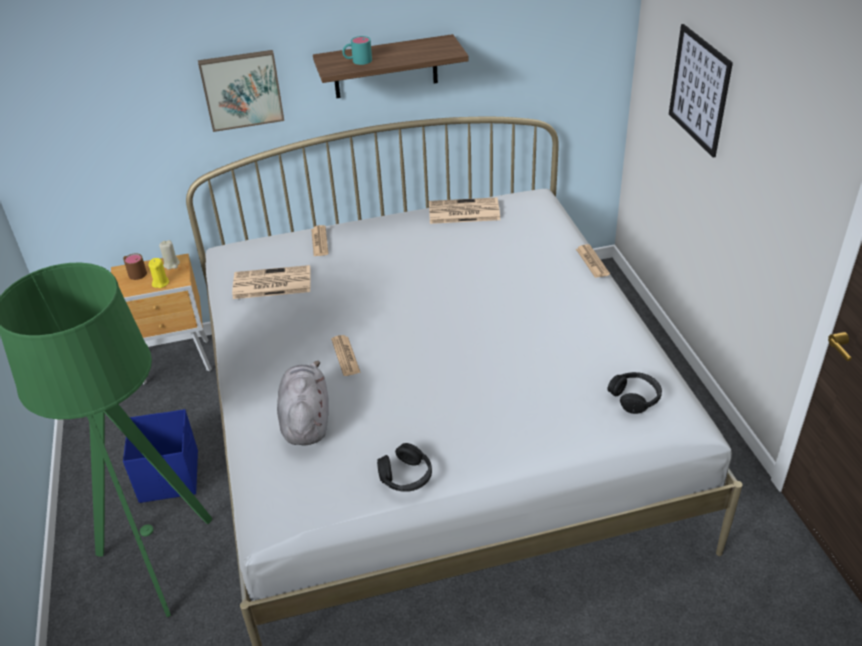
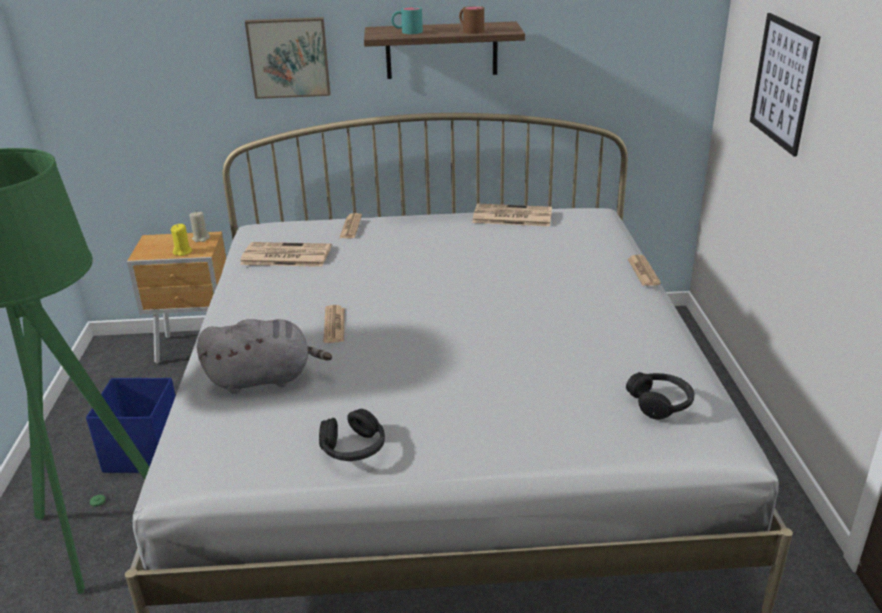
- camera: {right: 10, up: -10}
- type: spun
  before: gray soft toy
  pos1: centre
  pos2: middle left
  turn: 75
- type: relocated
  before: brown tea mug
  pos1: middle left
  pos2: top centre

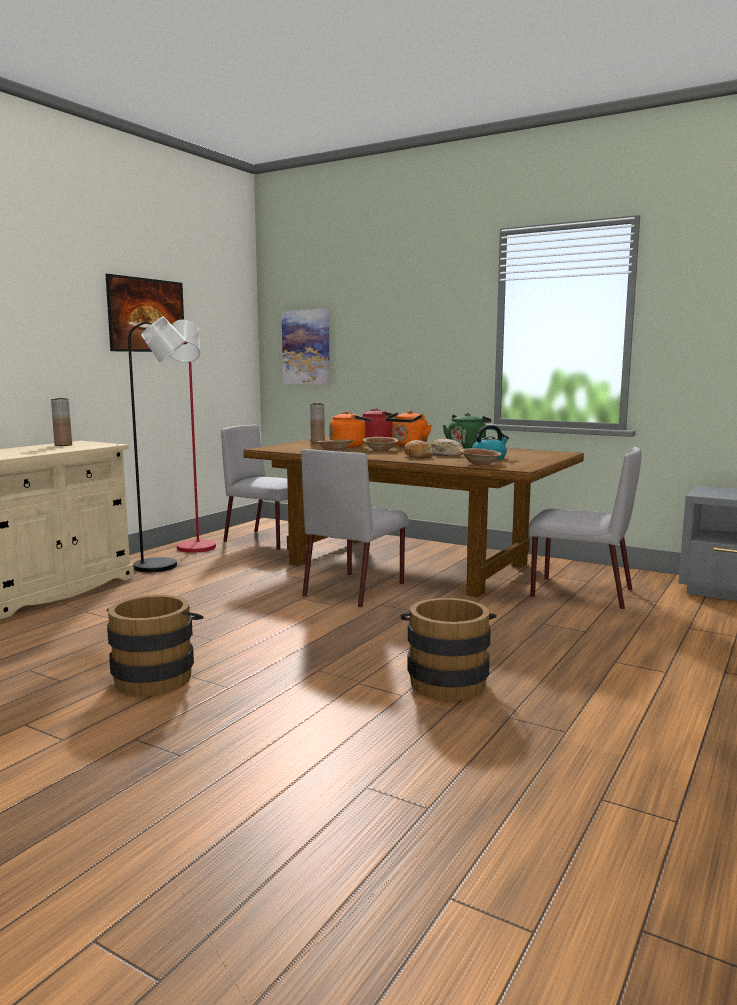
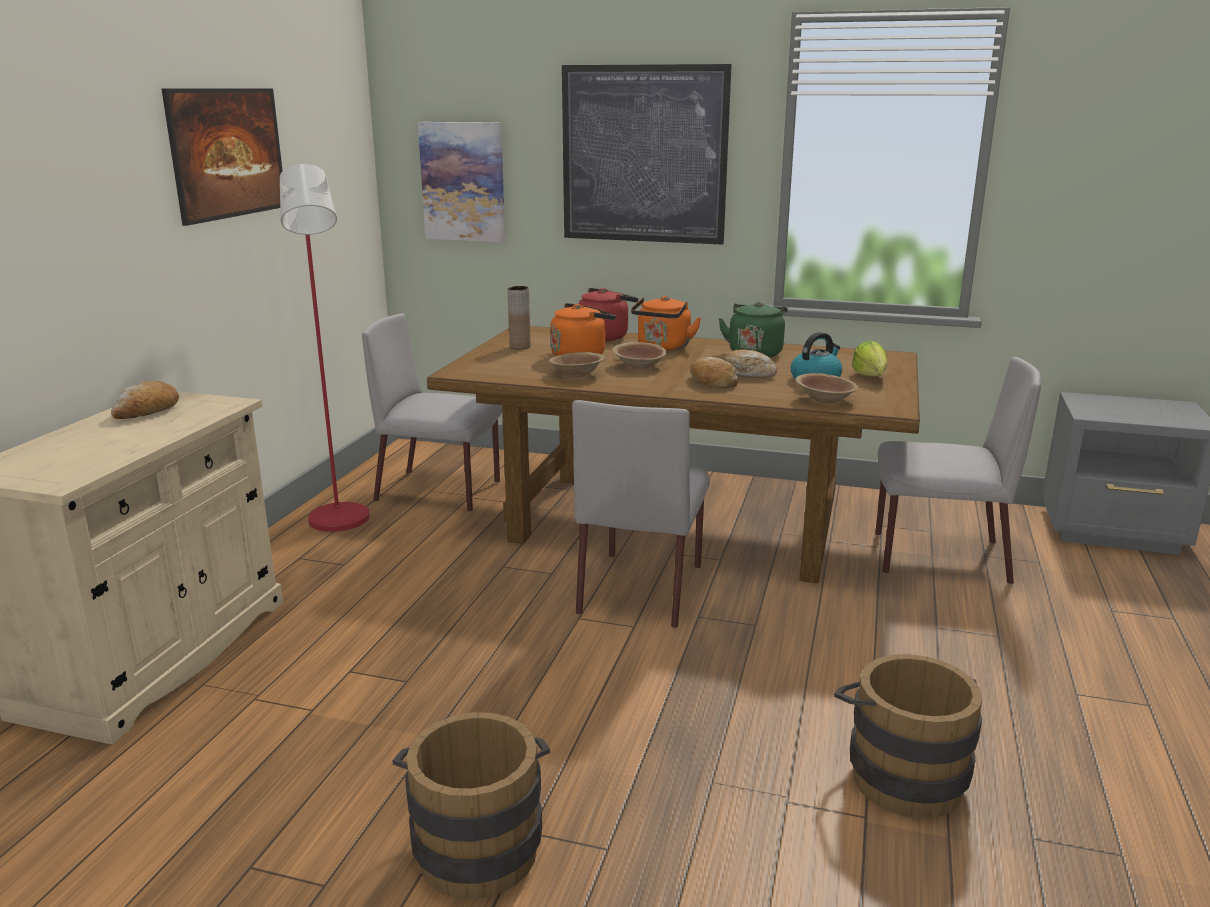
- camera: {right: -15, up: 10}
- type: exchanged
  before: brown vase (no. 1 from left)
  after: baked bread (no. 1 from left)
  pos1: middle left
  pos2: middle left
- type: appeared
  after: picture (no. 3 from left)
  pos2: top centre
- type: appeared
  after: head of lettuce
  pos2: middle right
- type: missing
  before: black standard lamp
  pos1: middle left

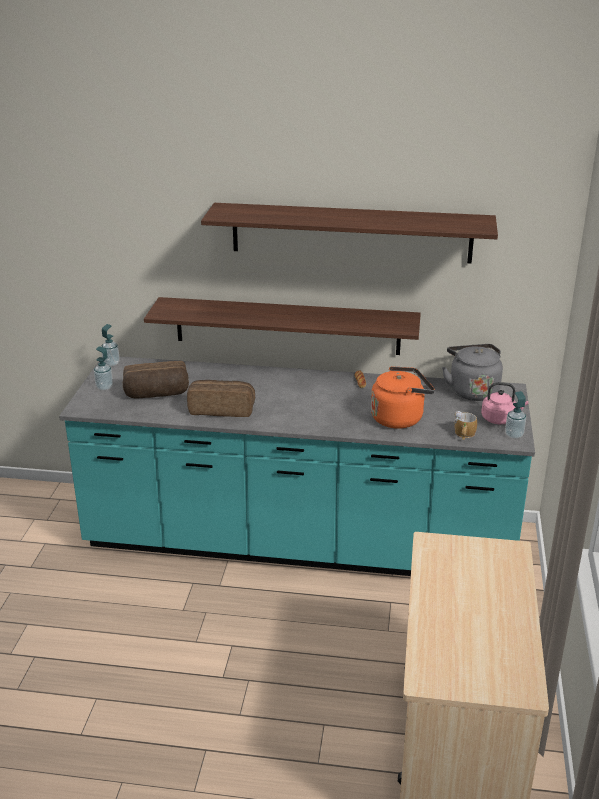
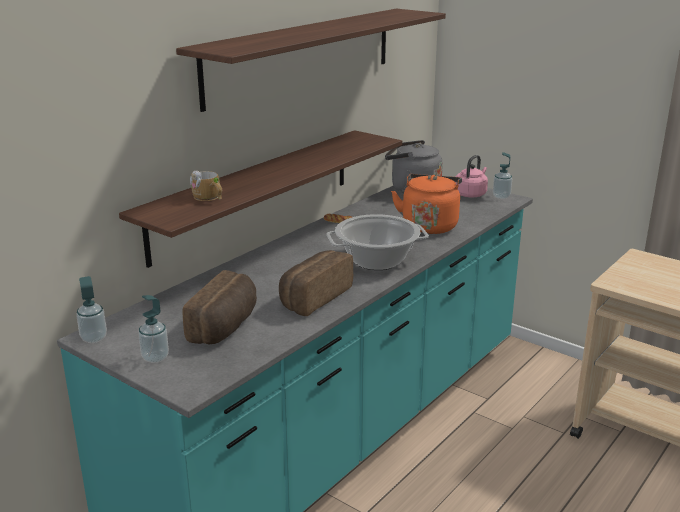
- camera: {right: -60, up: -5}
- type: relocated
  before: tea mug
  pos1: middle right
  pos2: middle left
- type: appeared
  after: saucepot
  pos2: centre

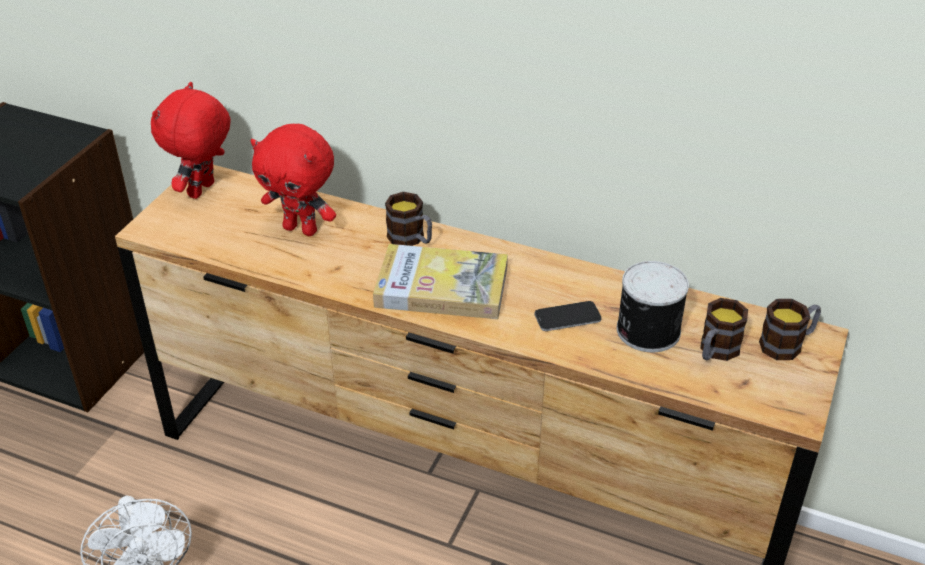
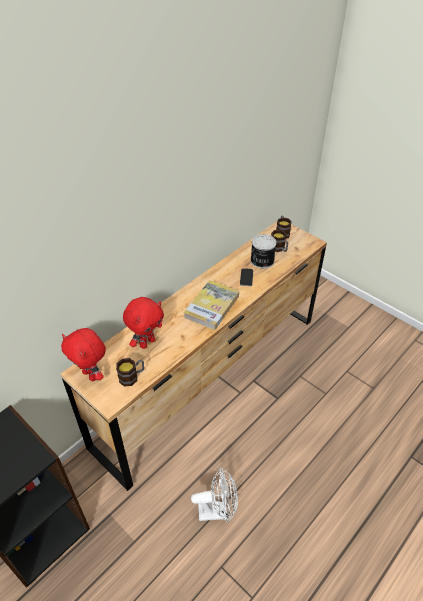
- camera: {right: -70, up: 5}
- type: relocated
  before: tea mug (no. 1 from left)
  pos1: centre
  pos2: middle left

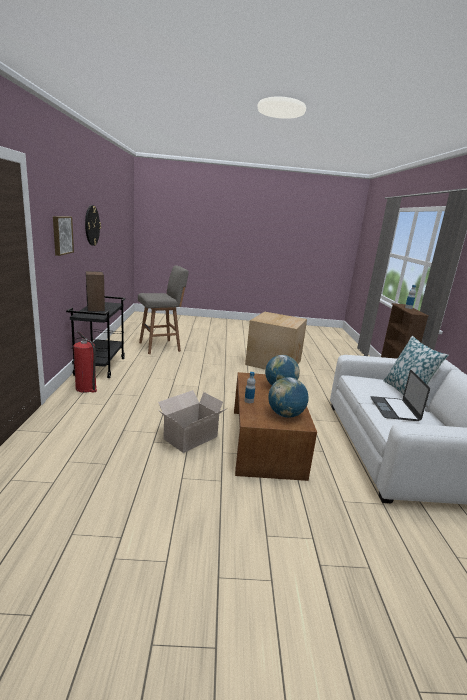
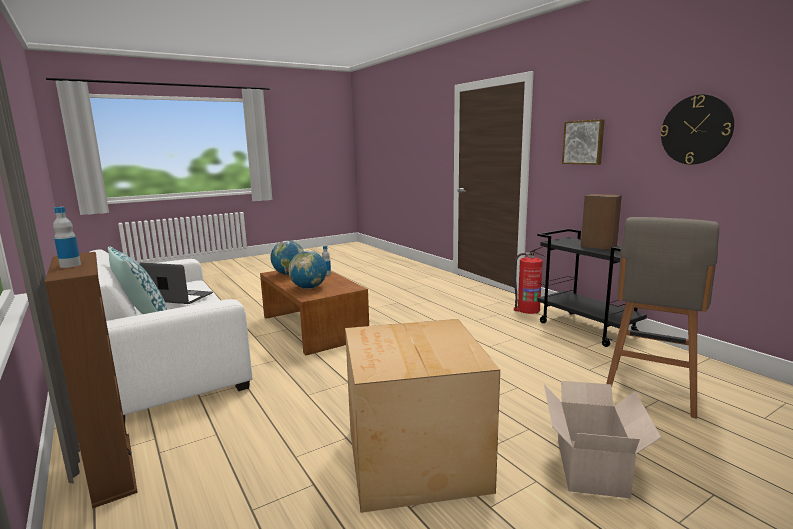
- camera: {right: 150, up: -5}
- type: spun
  before: laptop
  pos1: middle right
  pos2: middle left
  turn: -45
- type: relocated
  before: cardboard box (no. 1 from left in the first image)
  after: cardboard box (no. 2 from left)
  pos1: centre
  pos2: bottom right

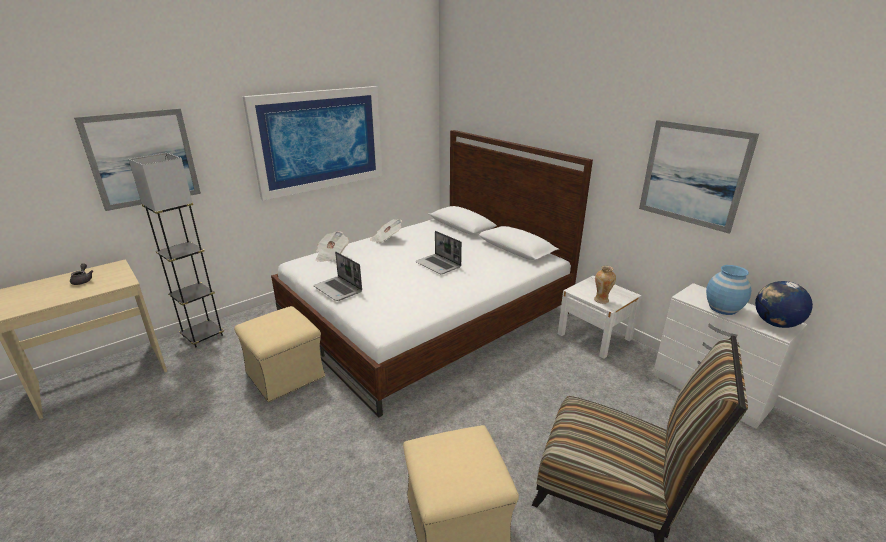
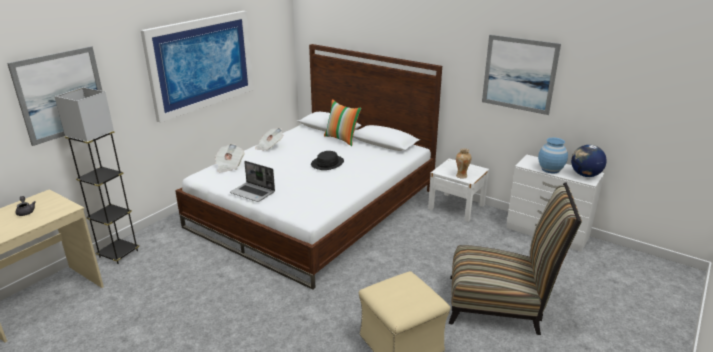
- camera: {right: -15, up: 0}
- type: exchanged
  before: laptop (no. 2 from left)
  after: black hat
  pos1: centre
  pos2: centre
- type: appeared
  after: cushion
  pos2: centre
- type: missing
  before: beige-coloured footrest (no. 1 from left)
  pos1: middle left

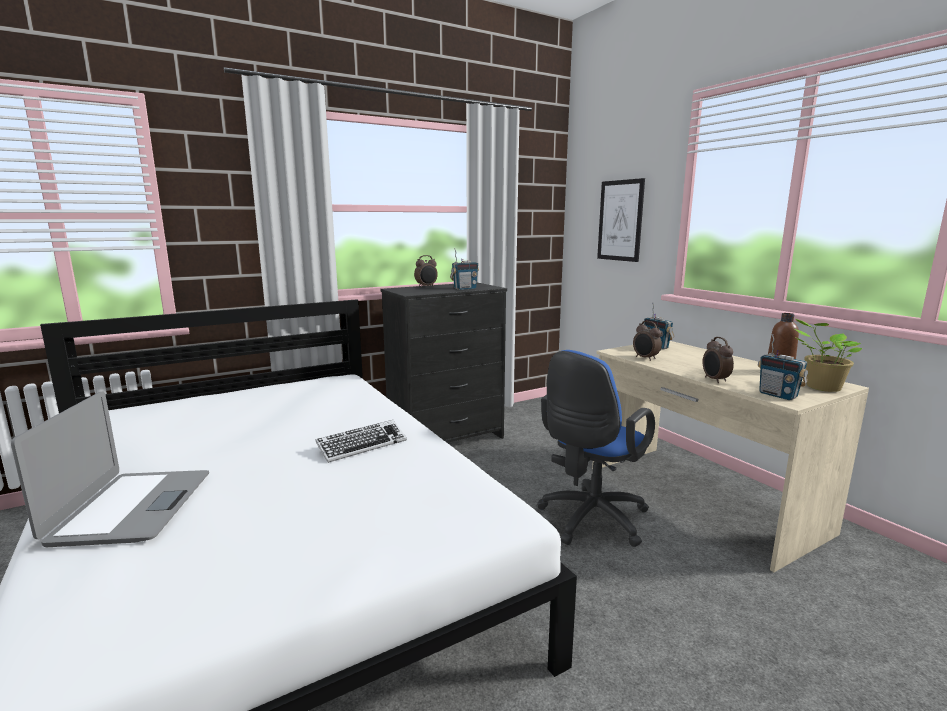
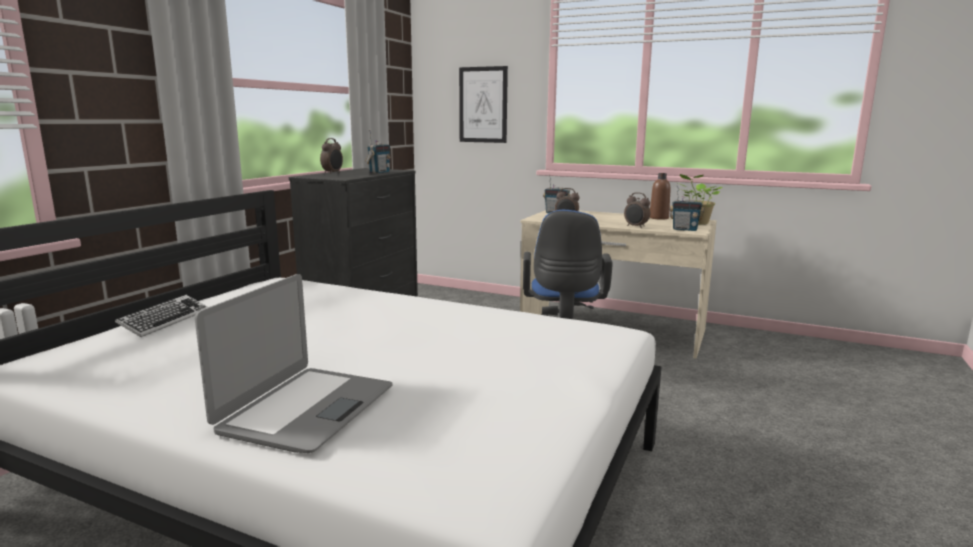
- camera: {right: -35, up: 0}
- type: relocated
  before: keyboard
  pos1: centre
  pos2: middle left
- type: spun
  before: laptop
  pos1: middle left
  pos2: middle left
  turn: 60

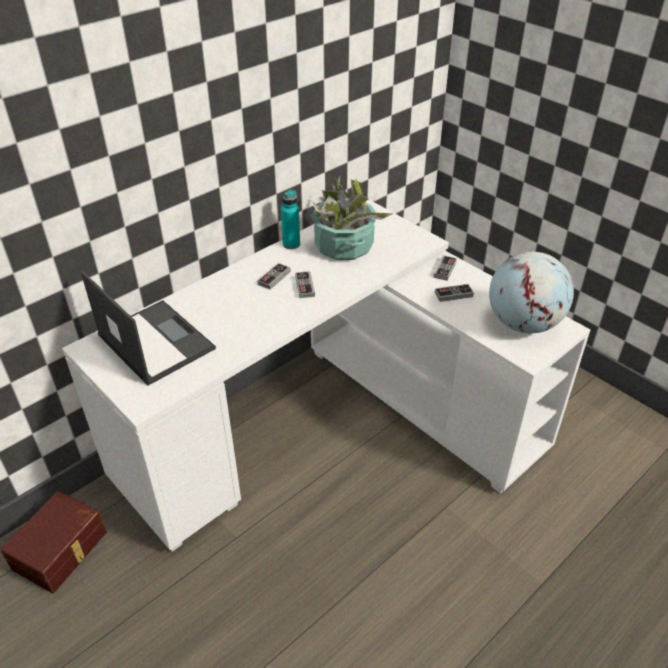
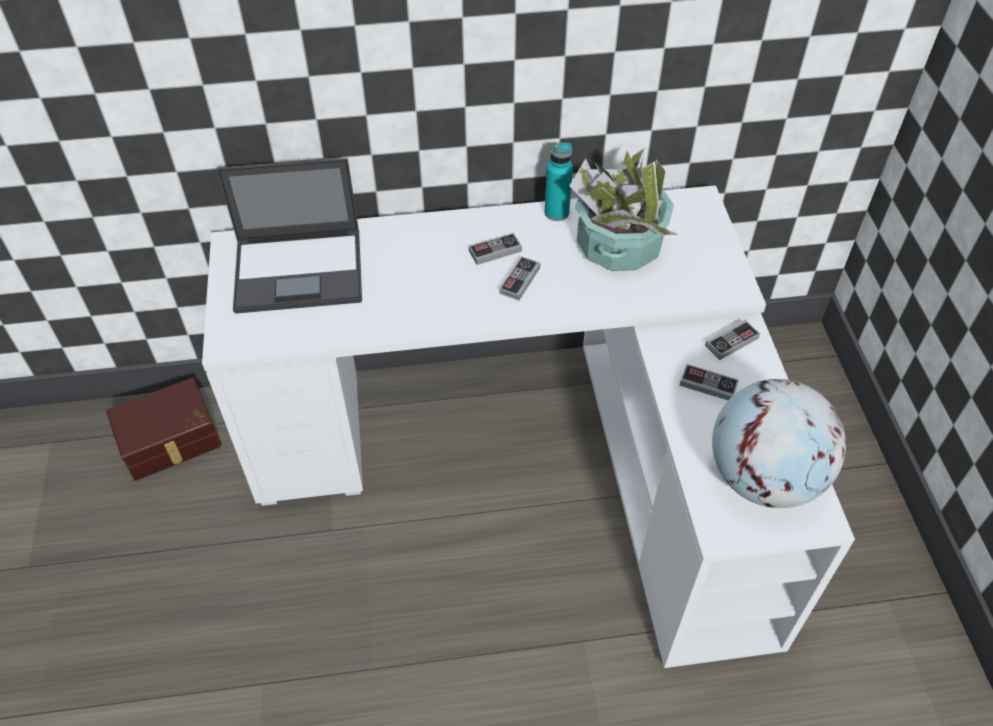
- camera: {right: 35, up: 10}
- type: spun
  before: laptop
  pos1: middle left
  pos2: top left
  turn: 90

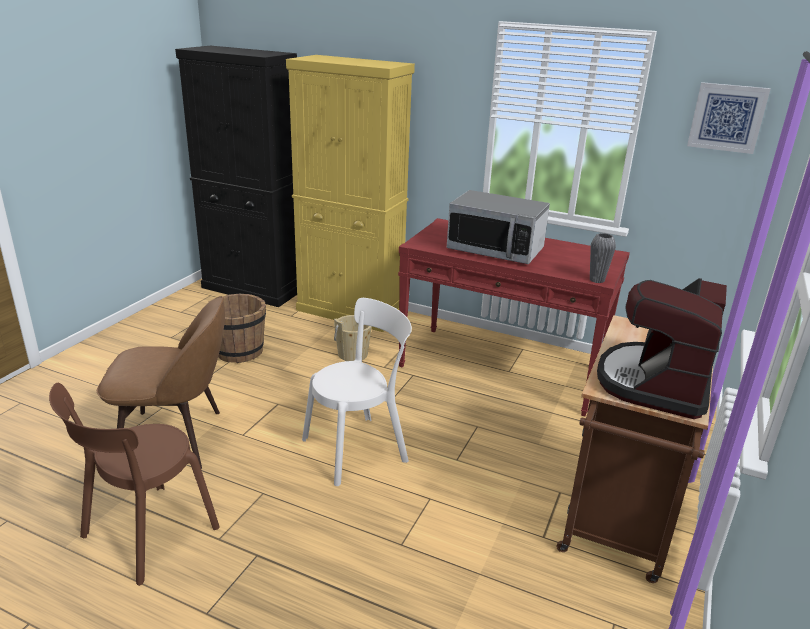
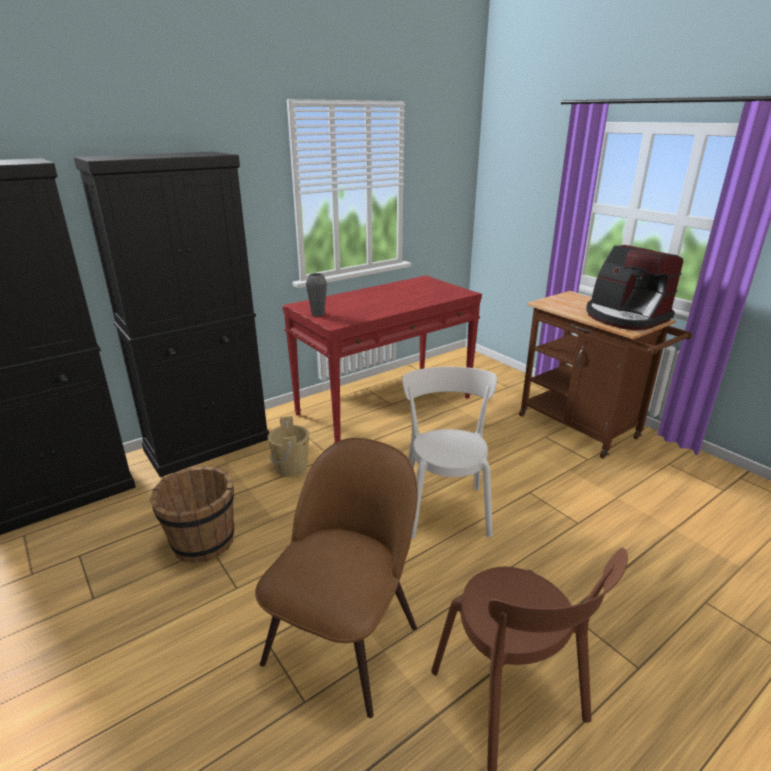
- camera: {right: -60, up: 0}
- type: colour
  before: yellow-coloured cabinet
  after: black cabinet (no. 2 from left)
  pos1: top centre
  pos2: middle left
- type: relocated
  before: gray vase
  pos1: middle right
  pos2: centre
- type: missing
  before: kitchen microwave
  pos1: centre
- type: missing
  before: picture
  pos1: top right

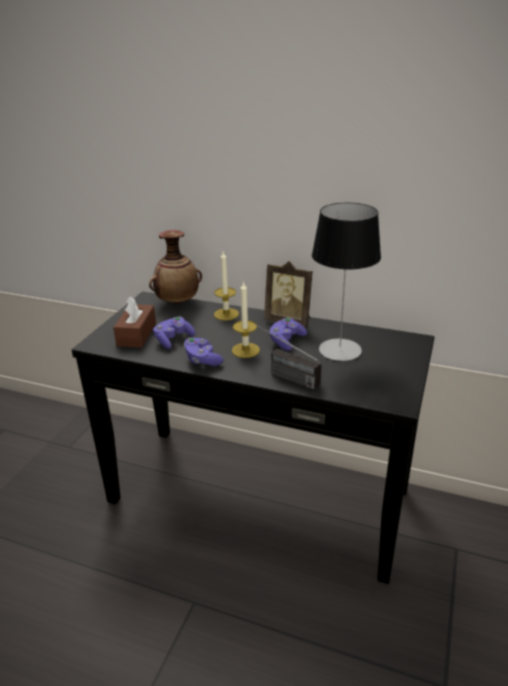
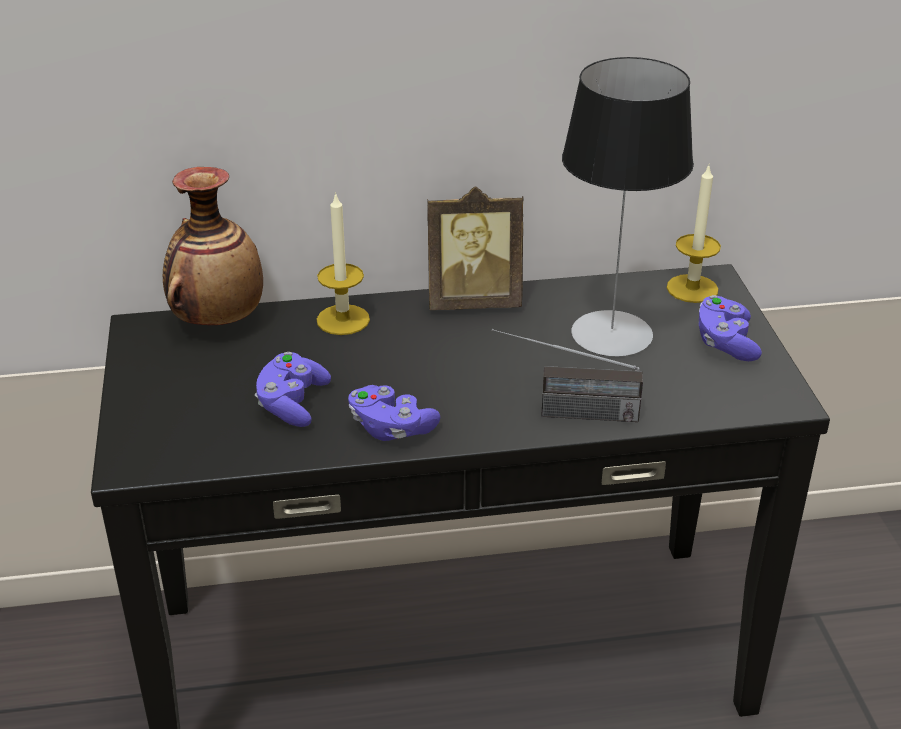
- camera: {right: -30, up: 5}
- type: relocated
  before: wax light (no. 2 from left)
  pos1: centre
  pos2: top right
- type: relocated
  before: purplish joypad (no. 3 from left)
  pos1: centre
  pos2: middle right
- type: missing
  before: brown tissue holder
  pos1: middle left

